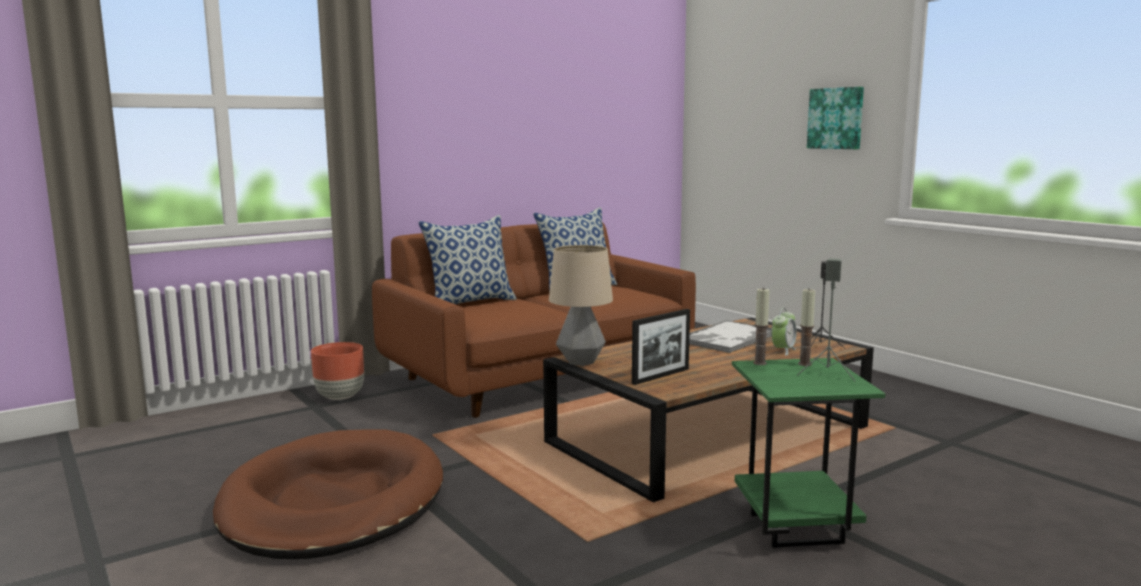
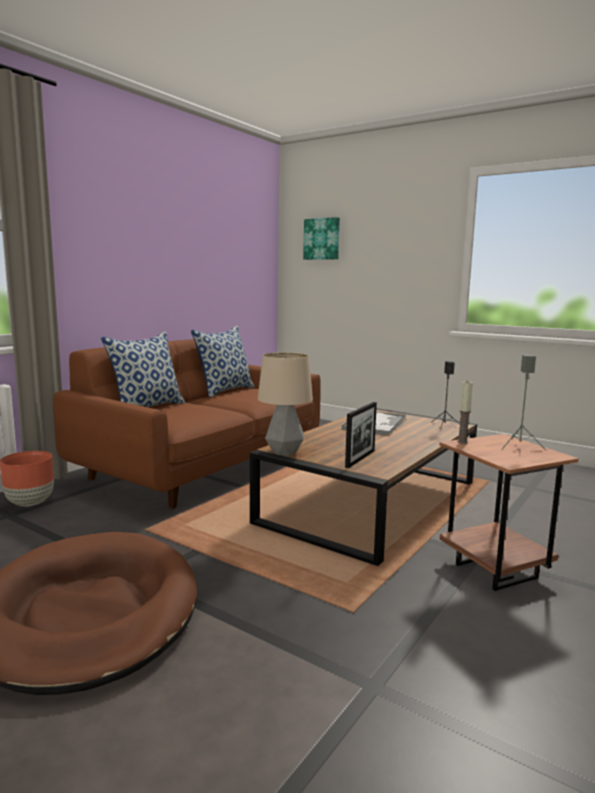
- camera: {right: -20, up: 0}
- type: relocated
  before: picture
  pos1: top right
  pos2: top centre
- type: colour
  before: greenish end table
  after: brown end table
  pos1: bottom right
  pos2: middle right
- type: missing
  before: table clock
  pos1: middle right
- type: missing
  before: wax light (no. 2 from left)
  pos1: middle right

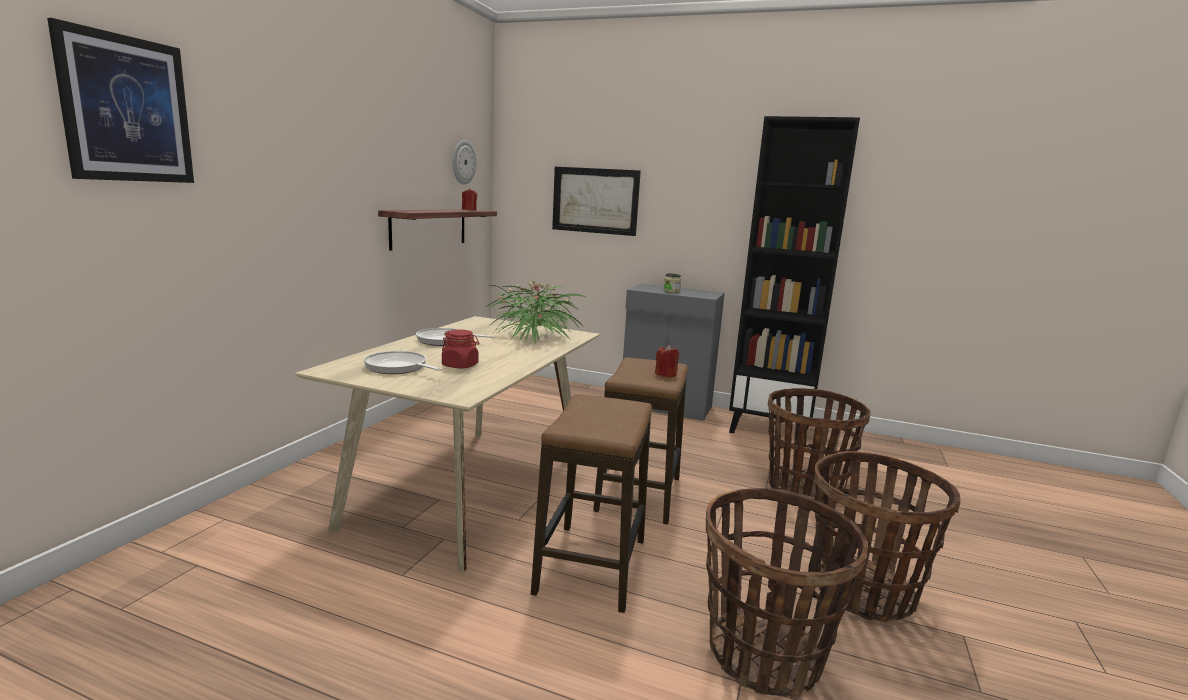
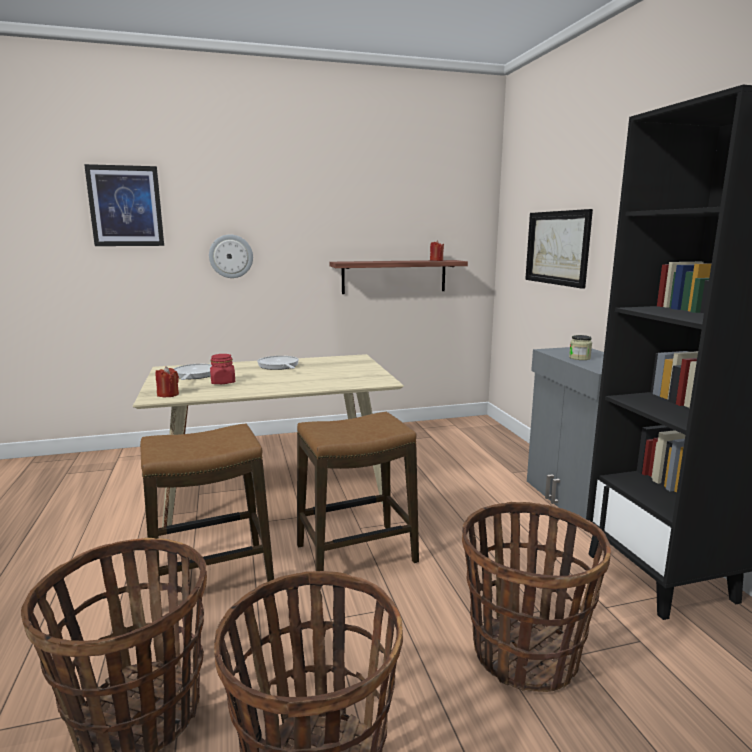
- camera: {right: 55, up: 0}
- type: relocated
  before: reddish wax light (no. 2 from left in the first image)
  after: reddish wax light (no. 1 from left)
  pos1: centre
  pos2: middle left
- type: relocated
  before: clock on the wall
  pos1: top centre
  pos2: middle left
- type: missing
  before: potted plant
  pos1: centre

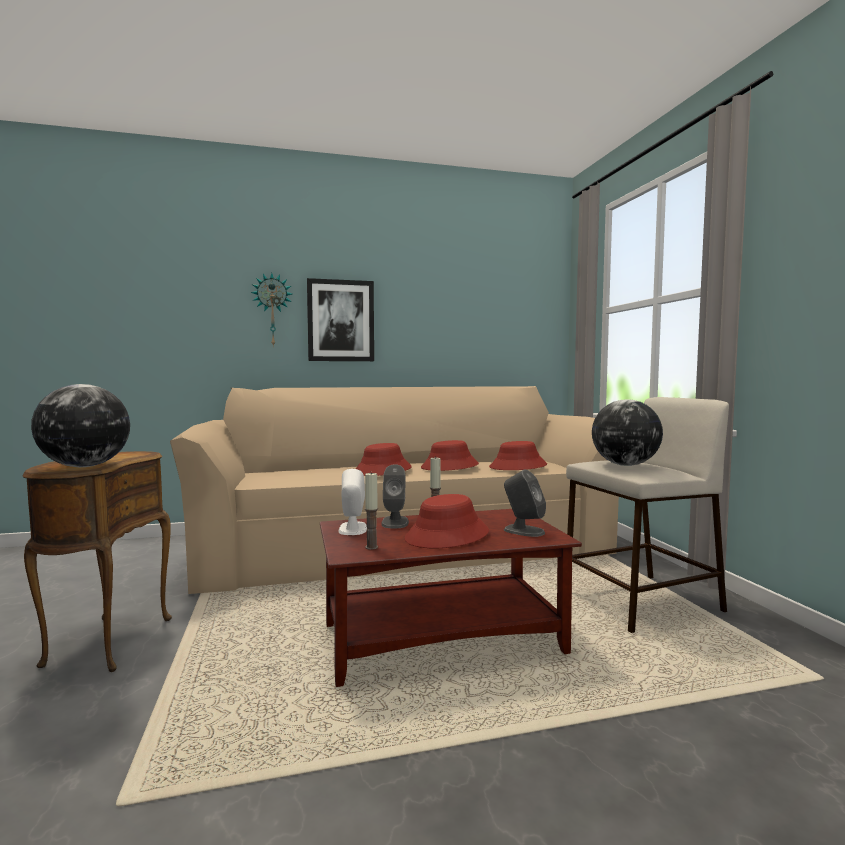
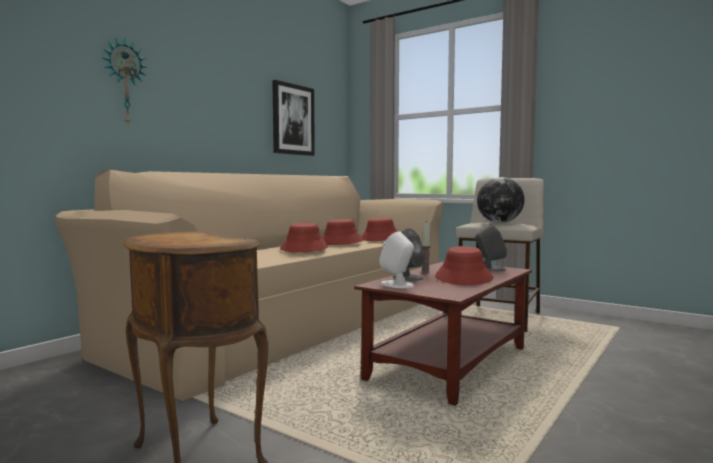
- camera: {right: -40, up: 0}
- type: relocated
  before: picture
  pos1: centre
  pos2: top centre
- type: missing
  before: world globe (no. 1 from left)
  pos1: middle left
- type: missing
  before: wax light (no. 1 from left)
  pos1: centre

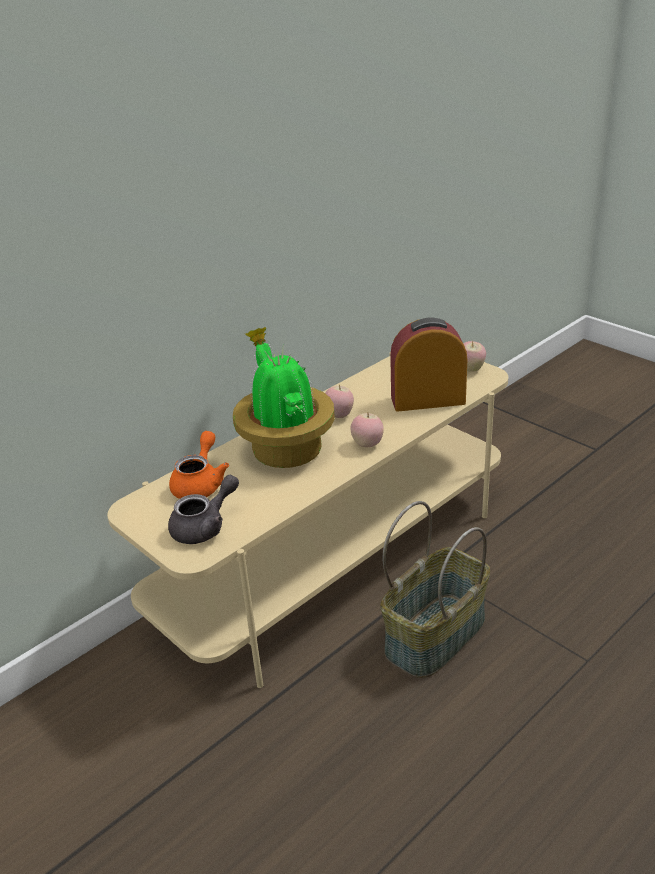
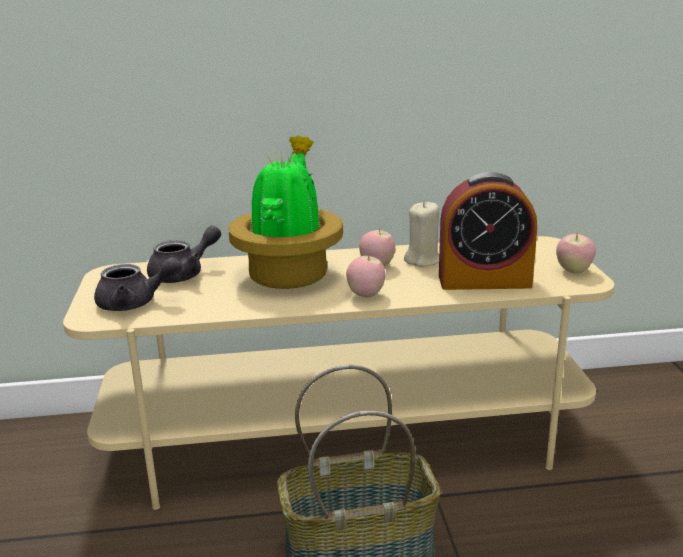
- camera: {right: 35, up: -10}
- type: colour
  before: orangey pot for tea
  after: gray pot for tea (no. 2 from left)
  pos1: middle left
  pos2: middle left
- type: appeared
  after: beige-coloured wax light
  pos2: centre
- type: spun
  before: table clock
  pos1: centre
  pos2: middle right
  turn: 150

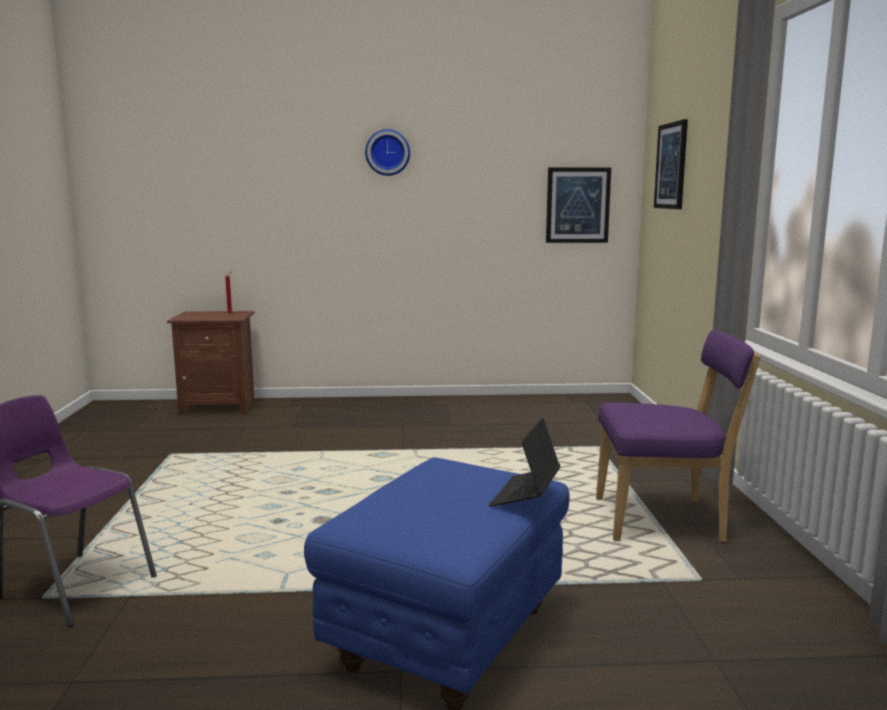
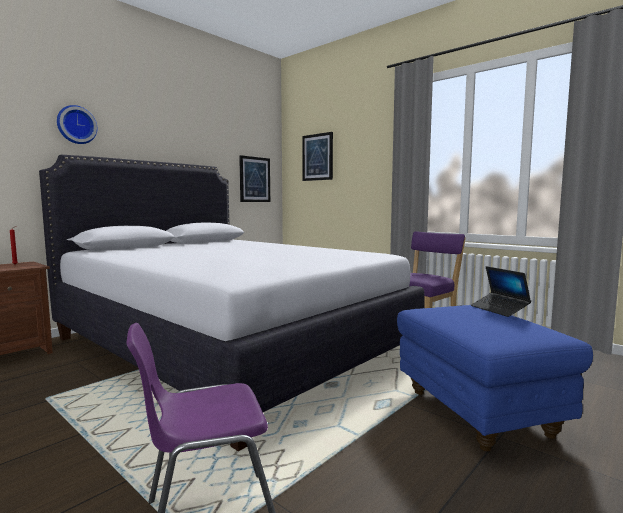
- camera: {right: -45, up: -5}
- type: appeared
  after: white-coloured bedroom bed
  pos2: centre
- type: relocated
  before: clock on the wall
  pos1: top centre
  pos2: top left

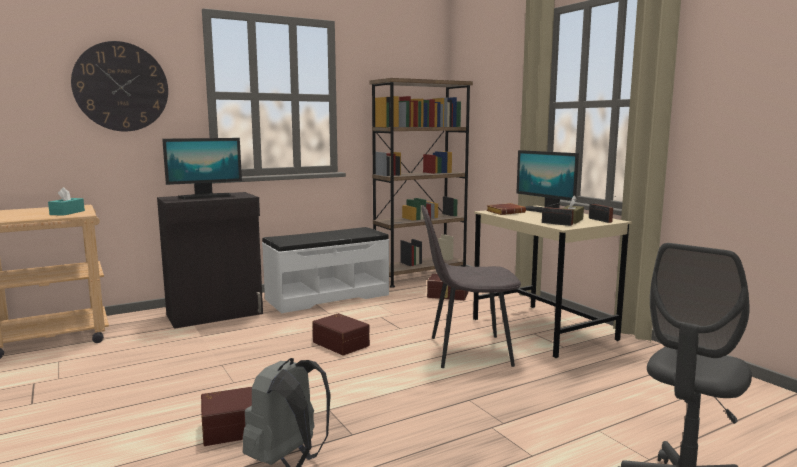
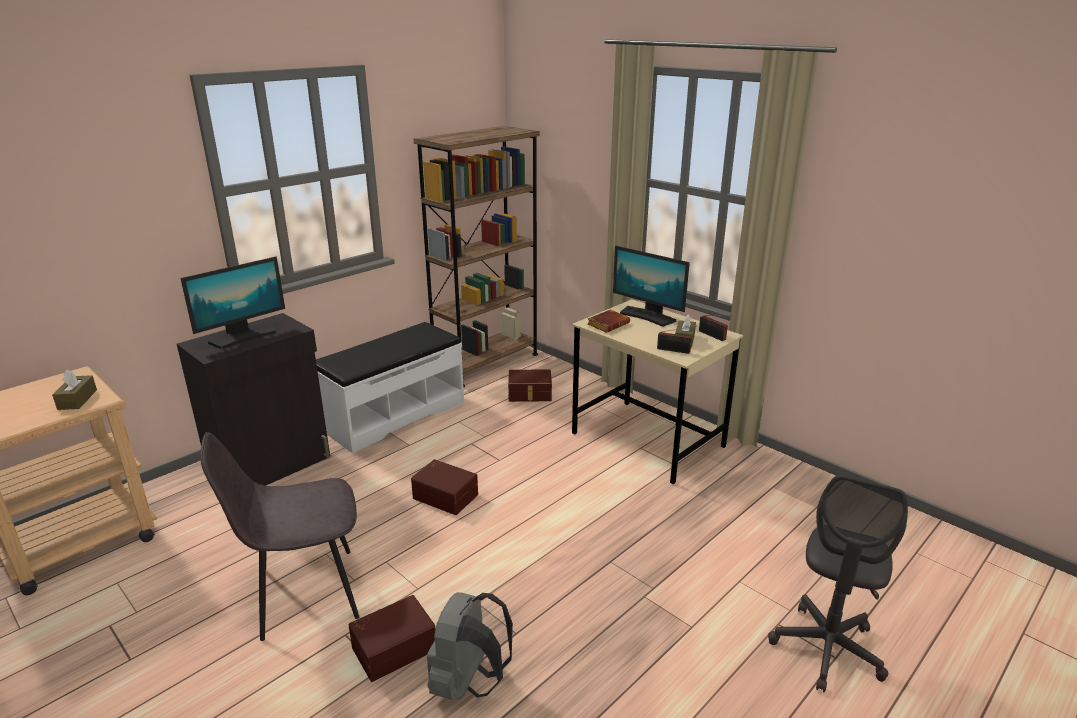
- camera: {right: -15, up: 15}
- type: colour
  before: turquoise tissue holder
  after: brown tissue holder (no. 1 from left)
  pos1: middle left
  pos2: middle left
- type: relocated
  before: gray upright chair
  pos1: centre
  pos2: bottom left
- type: missing
  before: clock on the wall
  pos1: top left

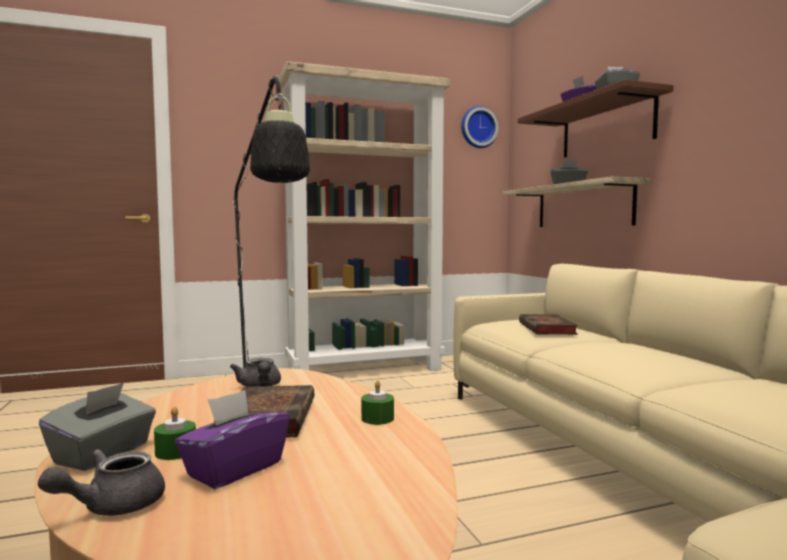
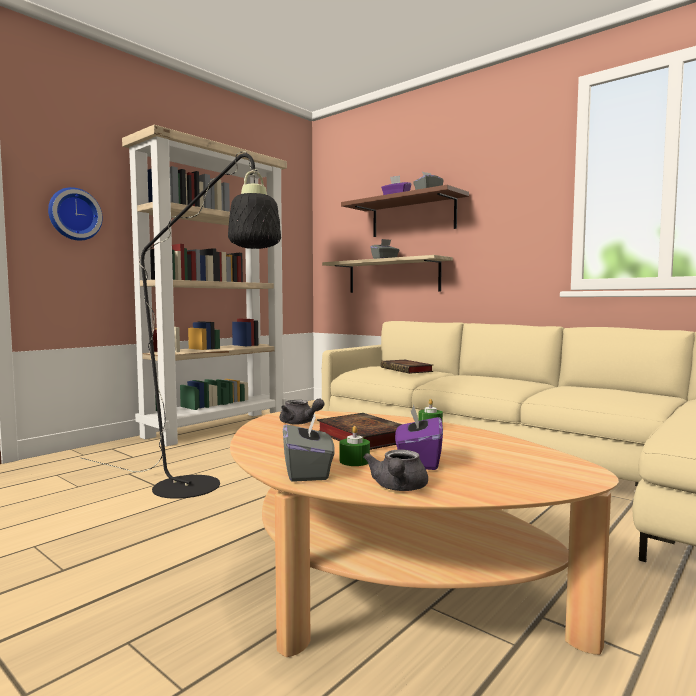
- camera: {right: -30, up: 0}
- type: relocated
  before: clock on the wall
  pos1: top centre
  pos2: top left

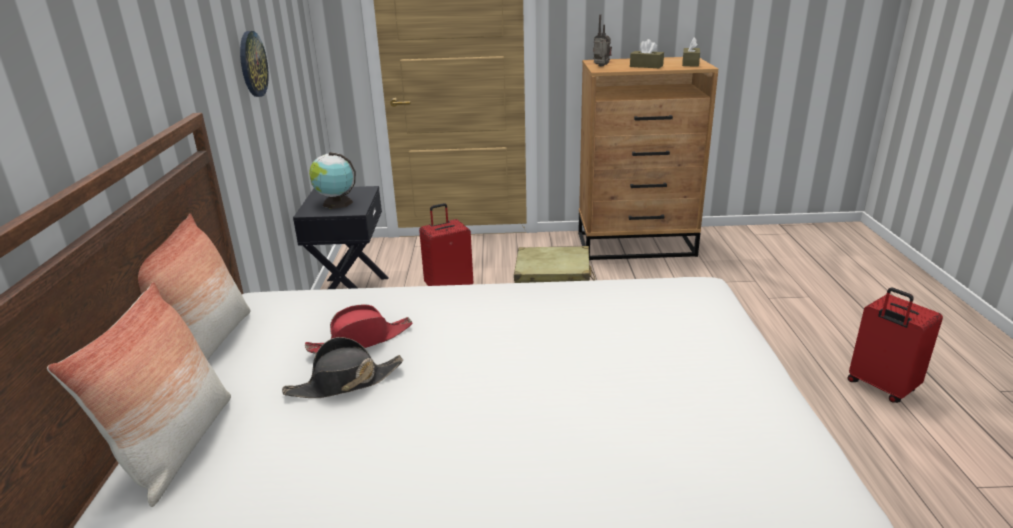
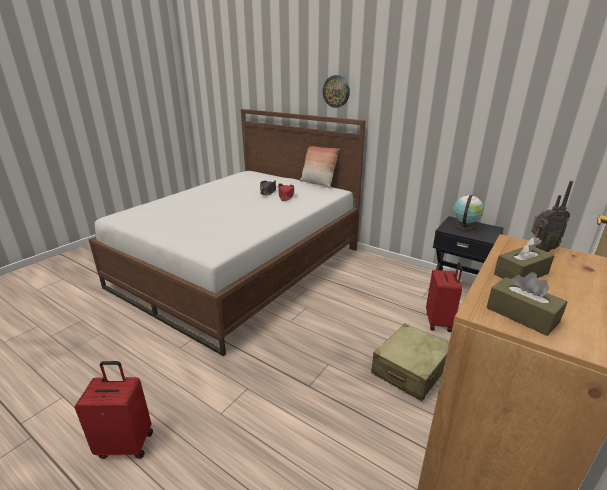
- camera: {right: 125, up: 0}
- type: relocated
  before: clock on the wall
  pos1: top left
  pos2: top centre
- type: missing
  before: cushion (no. 1 from left)
  pos1: bottom left

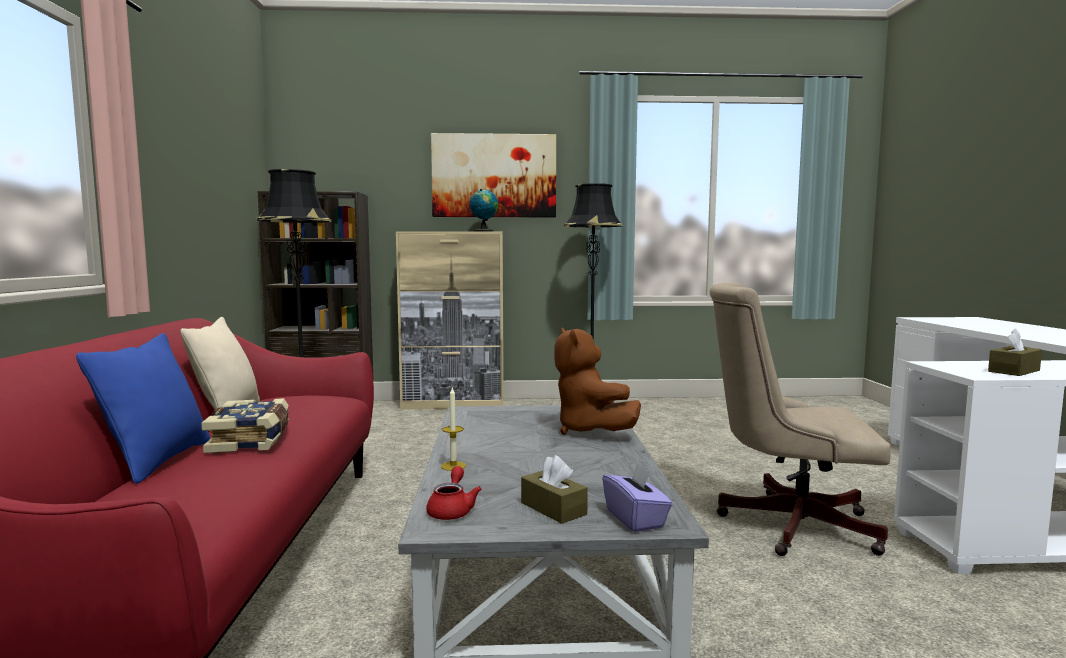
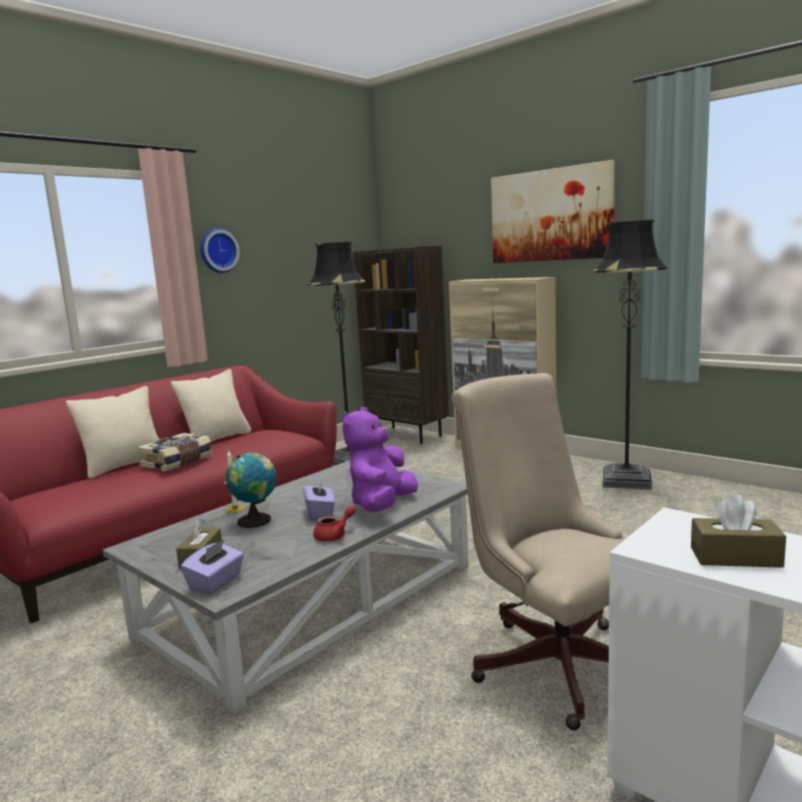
- camera: {right: 45, up: 5}
- type: colour
  before: bluish cushion
  after: beige-coloured cushion (no. 1 from left)
  pos1: middle left
  pos2: middle left
- type: appeared
  after: clock on the wall
  pos2: top left
- type: relocated
  before: world globe
  pos1: top centre
  pos2: middle left
- type: appeared
  after: purplish tissue holder (no. 2 from left)
  pos2: centre
- type: relocated
  before: reddish pot for tea
  pos1: bottom centre
  pos2: centre
- type: colour
  before: brown soft toy
  after: purplish soft toy
  pos1: centre
  pos2: centre

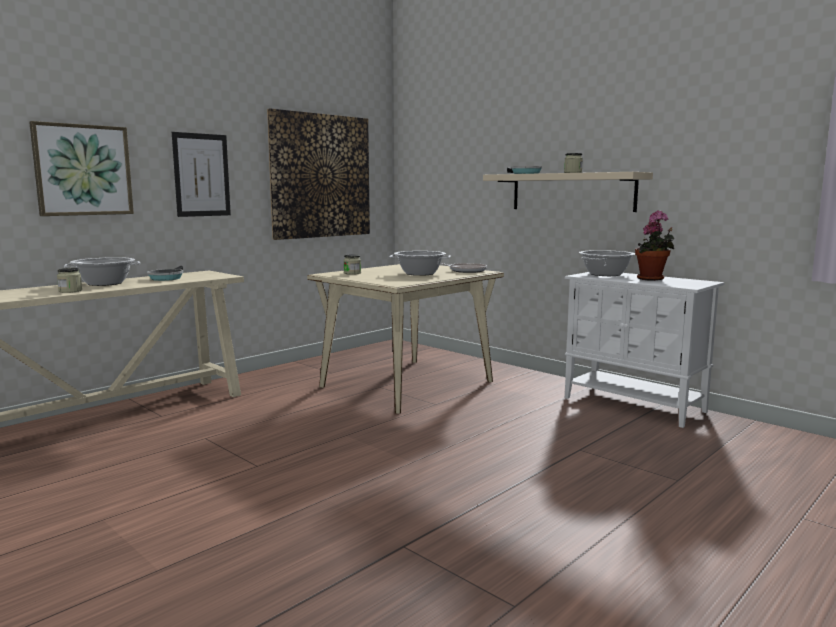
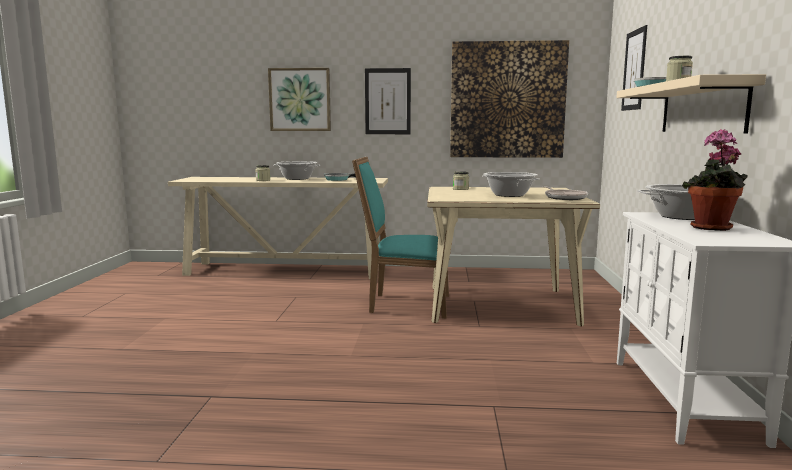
- camera: {right: 50, up: 0}
- type: appeared
  after: turquoise upright chair
  pos2: centre
- type: appeared
  after: picture (no. 4 from left)
  pos2: top right

